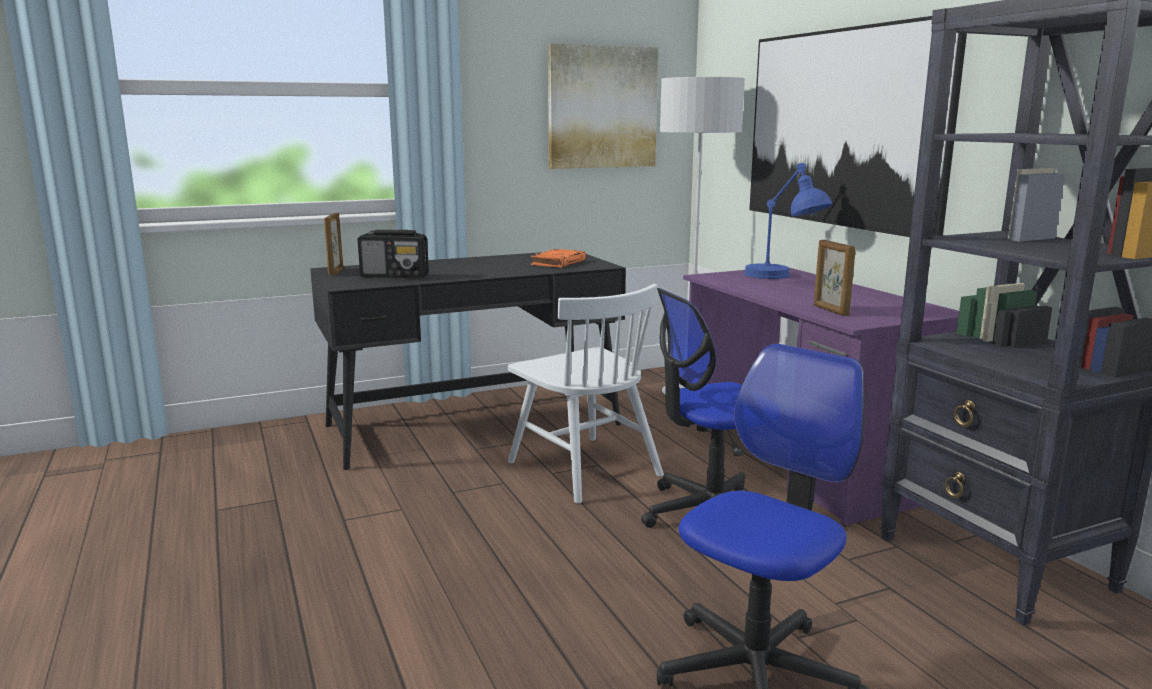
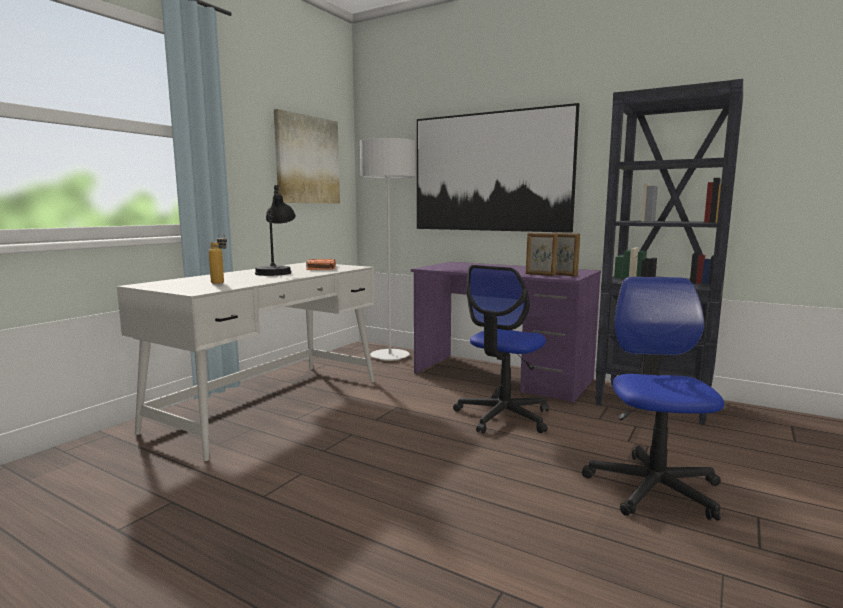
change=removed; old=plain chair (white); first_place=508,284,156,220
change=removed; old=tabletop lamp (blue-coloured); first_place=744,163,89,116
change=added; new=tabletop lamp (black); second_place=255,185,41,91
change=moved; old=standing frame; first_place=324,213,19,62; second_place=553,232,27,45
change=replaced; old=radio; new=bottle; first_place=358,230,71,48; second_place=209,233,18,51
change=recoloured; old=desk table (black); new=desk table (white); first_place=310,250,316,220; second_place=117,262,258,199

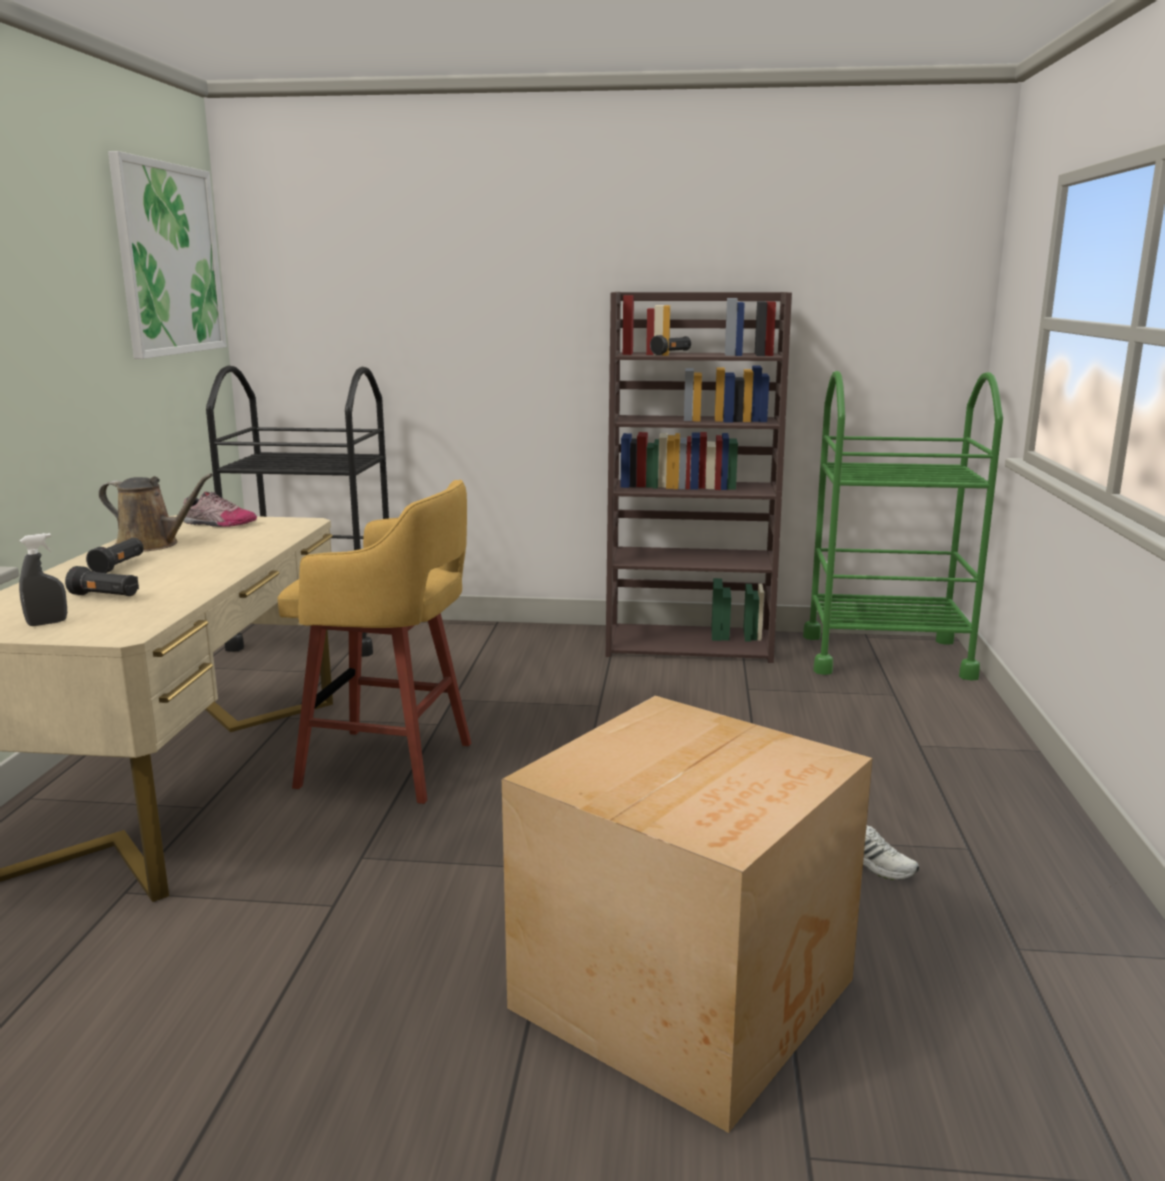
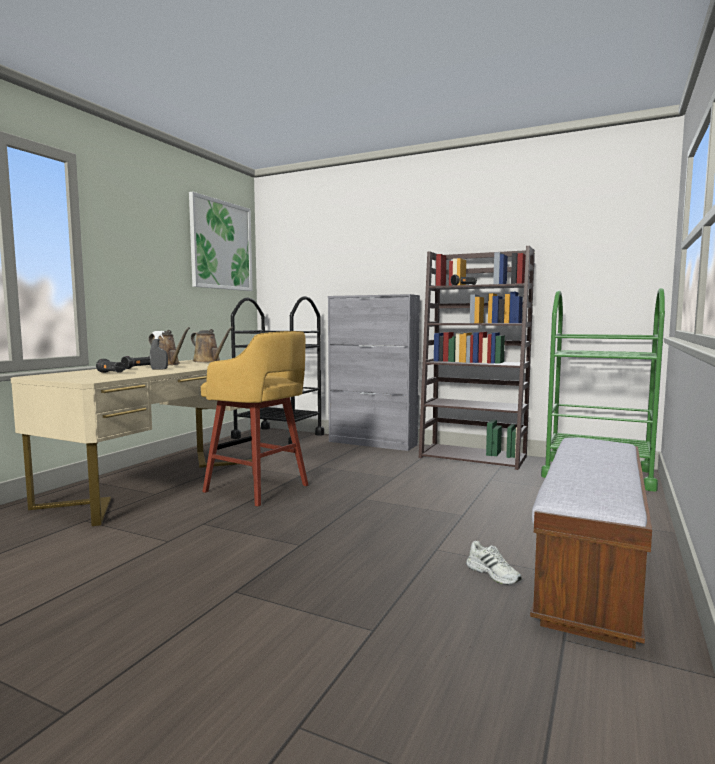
change=removed; old=carton; first_place=502,696,371,437
change=added; new=cabinet (greyish); second_place=328,294,92,157
change=added; new=long seat; second_place=530,437,122,212
change=moved; old=spray bottle (greyish); first_place=19,533,48,93; second_place=150,331,18,39
change=replaced; old=low shoe; new=watering pot (brownish); first_place=183,491,74,36; second_place=191,327,42,36

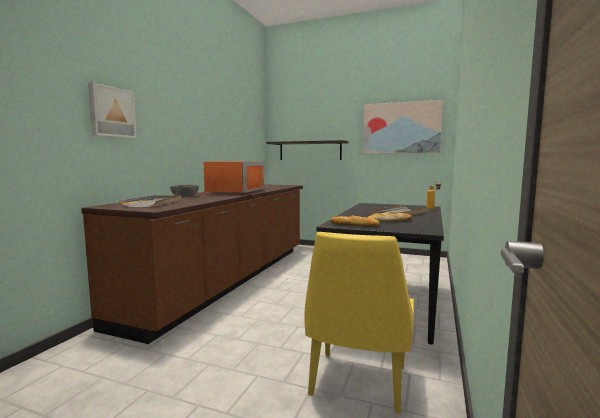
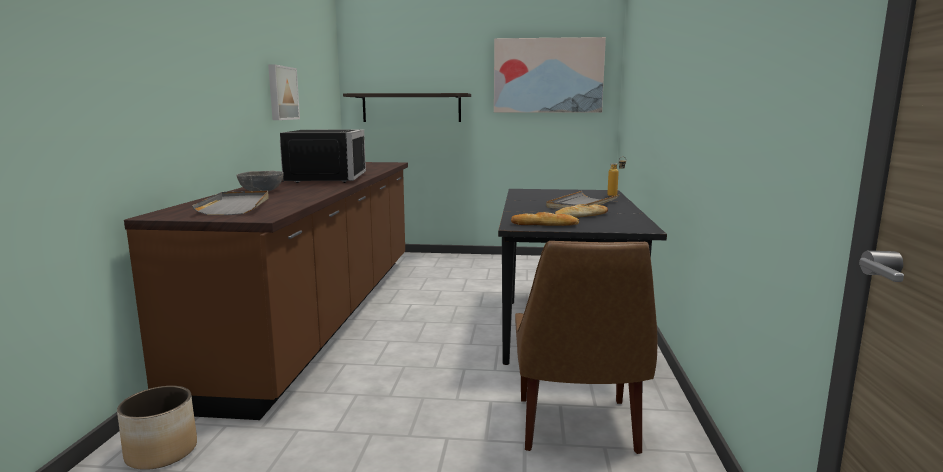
change=added; new=plant pot; second_place=117,386,80,84
change=moved; old=picture; first_place=88,82,49,56; second_place=268,64,32,56
change=recoloured; old=kitchen microwave (orange-coloured); new=kitchen microwave (black); first_place=200,161,64,33; second_place=280,130,86,53
change=recoloured; old=plain chair (yellow); new=plain chair (brownish); first_place=304,232,110,182; second_place=515,241,142,213

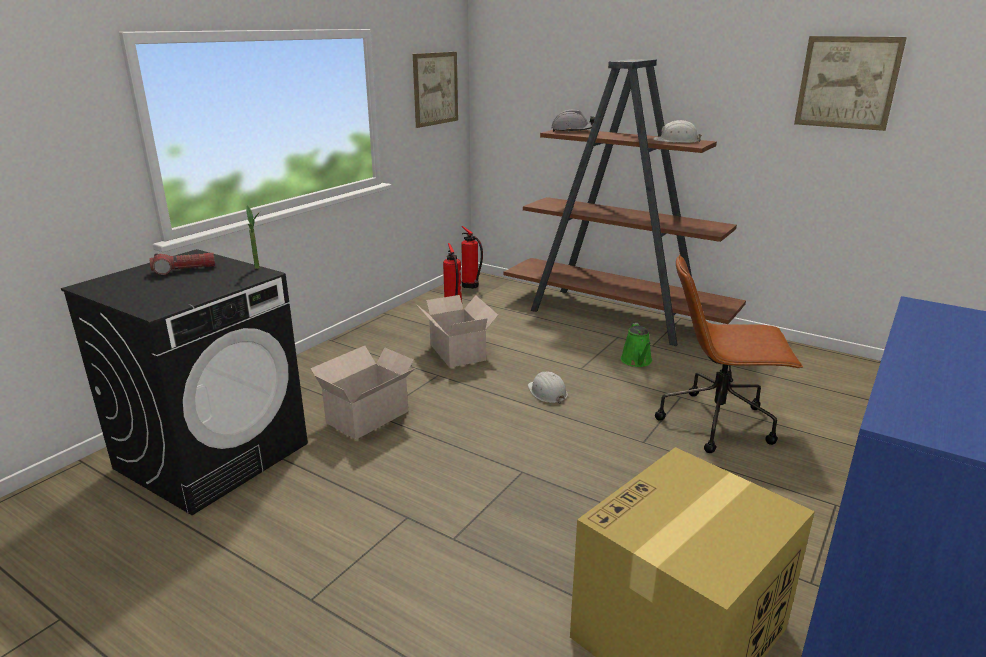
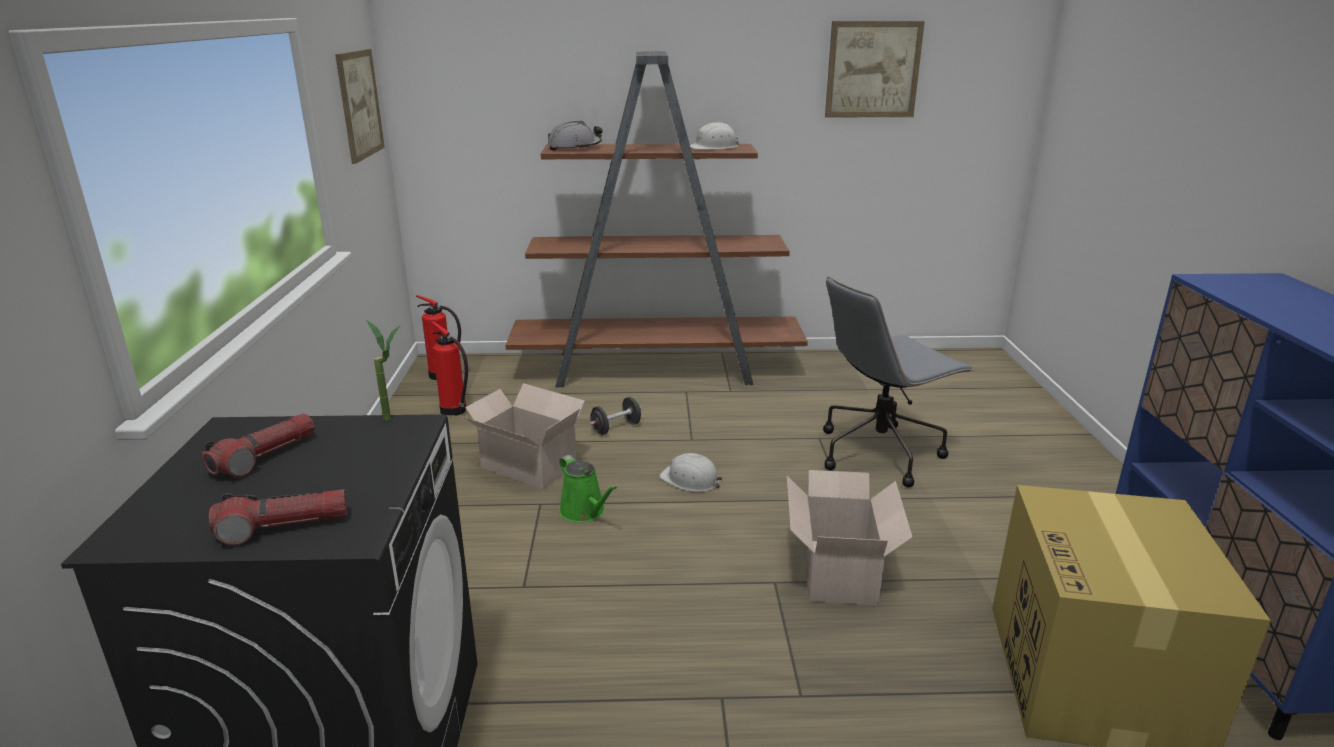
change=added; new=flashlight; second_place=209,489,138,56
change=added; new=free weight (black); second_place=589,397,53,38
change=moved; old=carton; first_place=310,346,106,94; second_place=787,470,126,135
change=moved; old=watering pot (greenish); first_place=621,323,31,44; second_place=559,455,58,68
change=recoloured; old=office chair (brownish); new=office chair (greyish); first_place=655,255,148,198; second_place=823,277,151,211

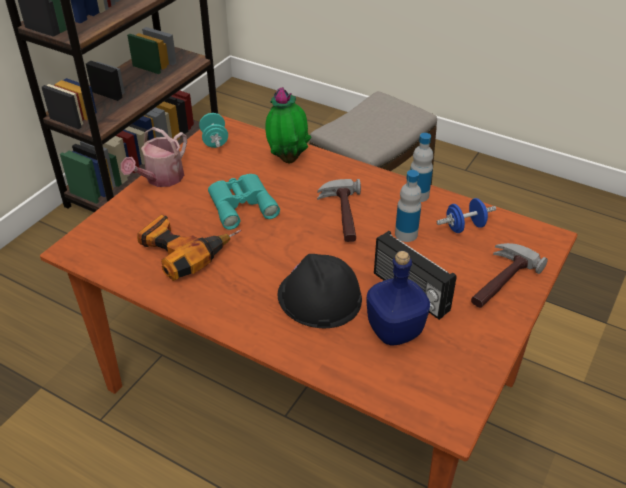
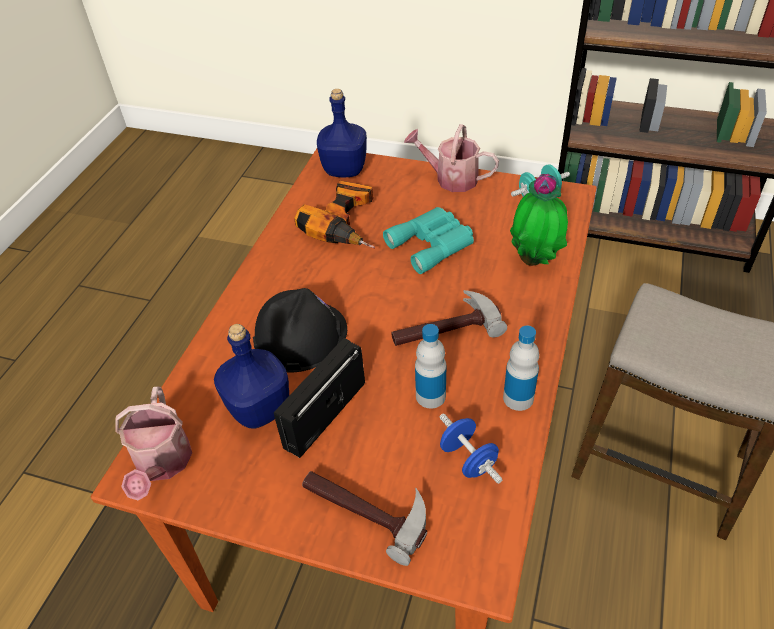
change=added; new=watering pot; second_place=115,387,77,113
change=added; new=bottle (blue-coloured); second_place=317,89,50,88

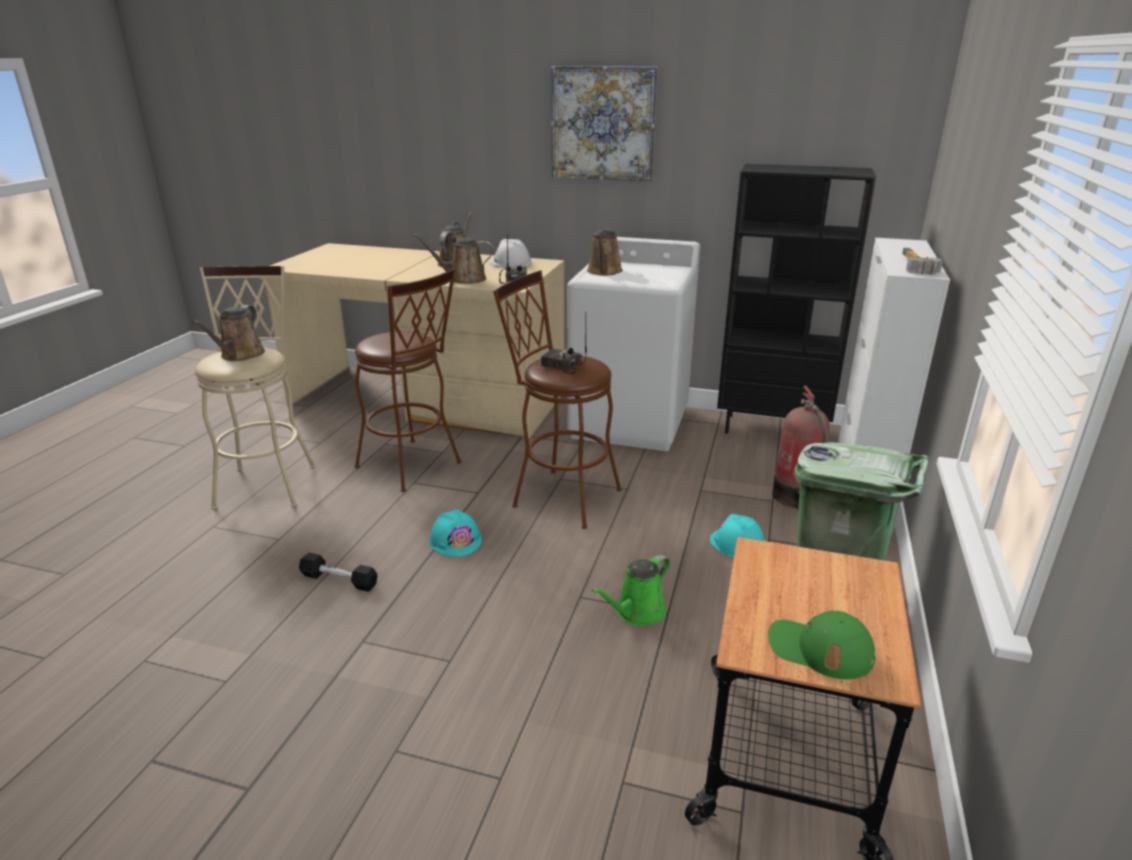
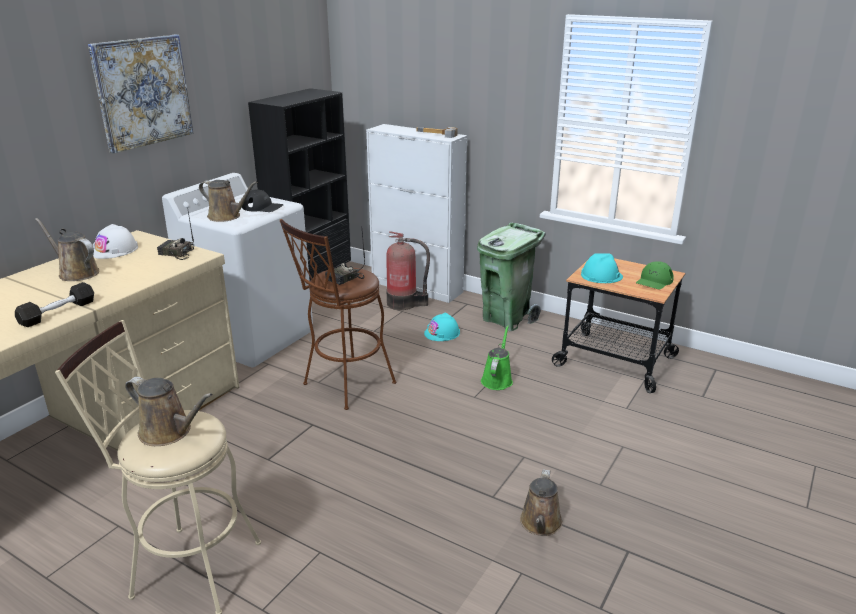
change=removed; old=stool (brownish); first_place=355,268,106,224
change=added; new=cap (black); second_place=242,190,42,22
change=moved; old=free weight (black); first_place=299,553,78,39; second_place=15,282,79,45
change=moved; old=watering pot (brownish); first_place=413,233,81,51; second_place=520,469,43,67
change=moved; old=safety helmet (turquoise); first_place=429,509,53,48; second_place=581,253,42,30
change=turned; old=watering pot (greenish); first_place=592,555,78,71; second_place=481,325,32,65; degrees=-135

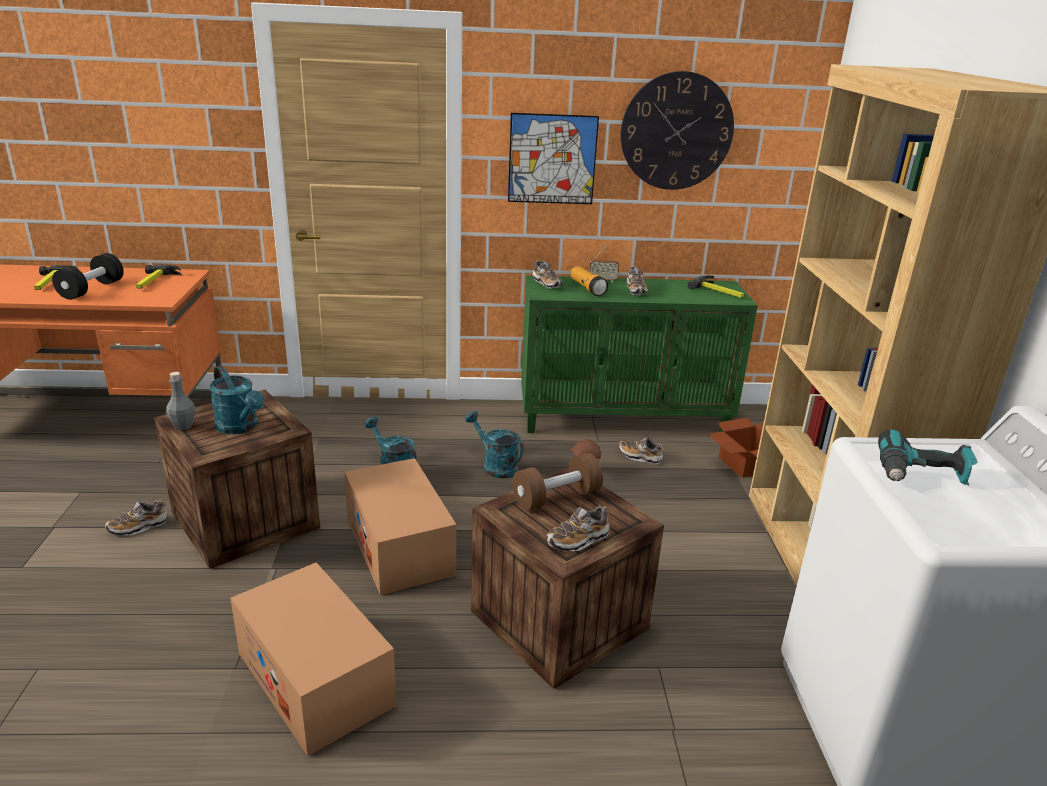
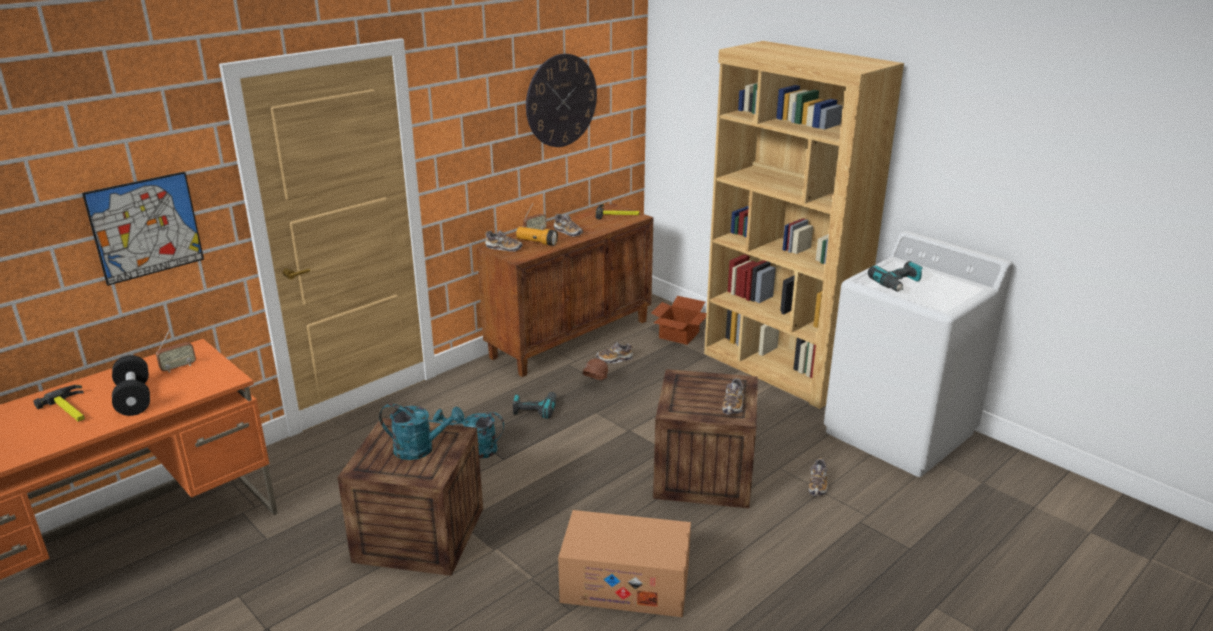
change=removed; old=bottle (greyish); first_place=166,372,29,58
change=removed; old=carton; first_place=344,458,112,137
change=removed; old=free weight (brownish); first_place=513,453,90,57
change=moved; old=low shoe; first_place=105,500,62,36; second_place=809,458,19,38
change=moved; old=picture; first_place=508,113,91,91; second_place=82,172,122,114
change=replaced; old=hammer; new=radio; first_place=136,264,46,25; second_place=156,330,40,42
change=replaced; old=watering pot (turquoise); new=drill; first_place=465,411,59,67; second_place=513,392,44,27
change=recoloured; old=cabinet (greenish); new=cabinet (brownish); first_place=521,276,237,157; second_place=477,203,176,174

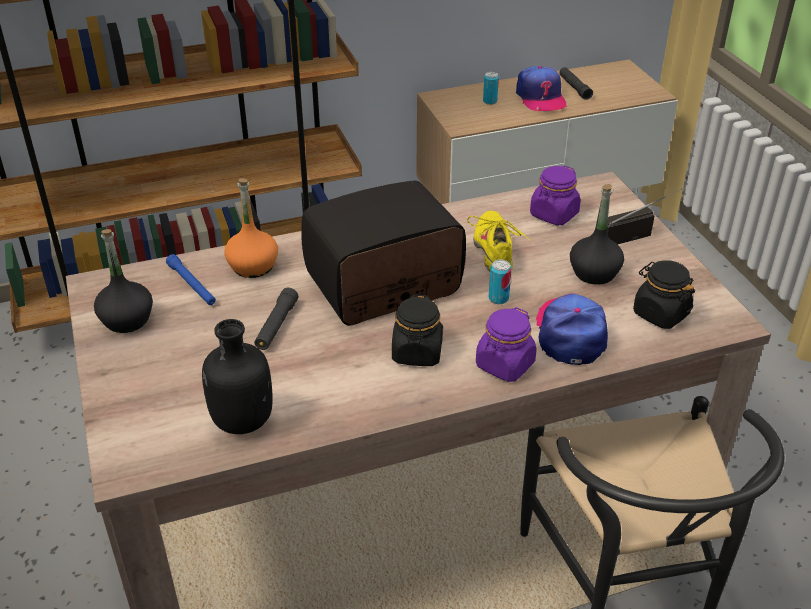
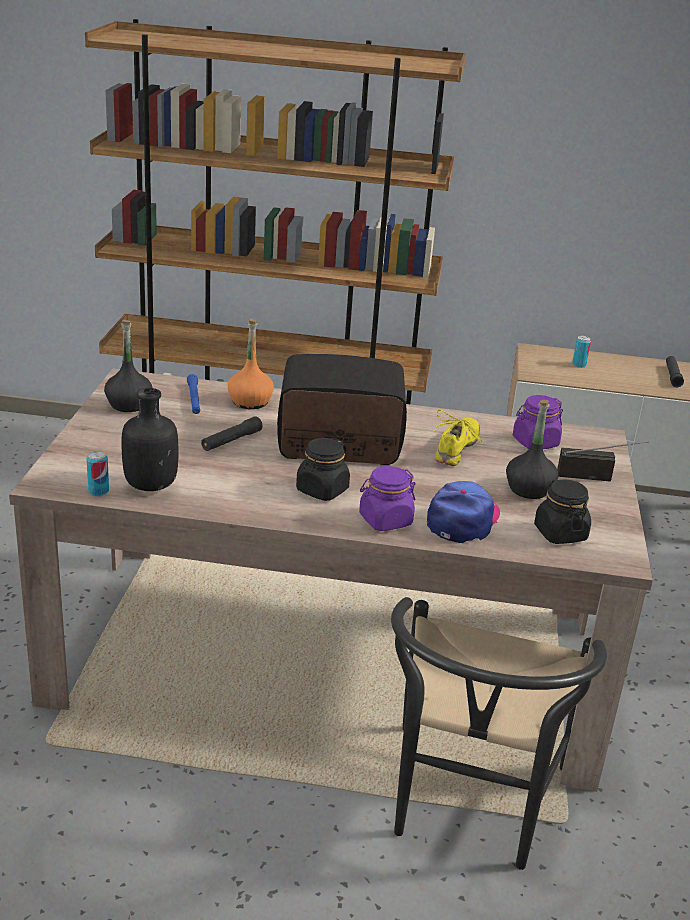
change=removed; old=cap; first_place=516,66,51,45
change=moved; old=can; first_place=489,260,23,44; second_place=86,451,23,45

